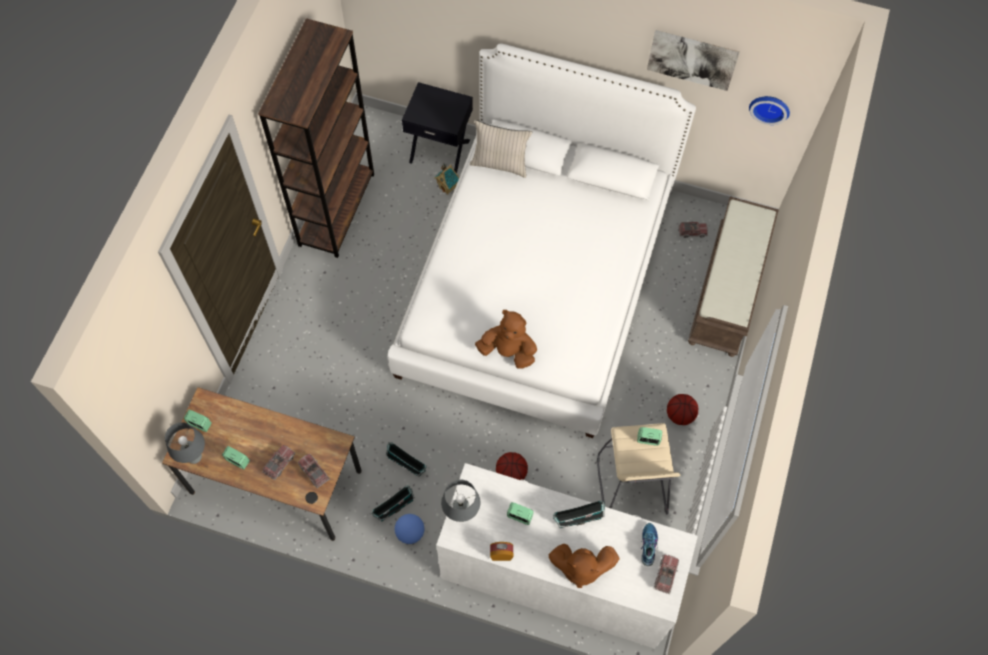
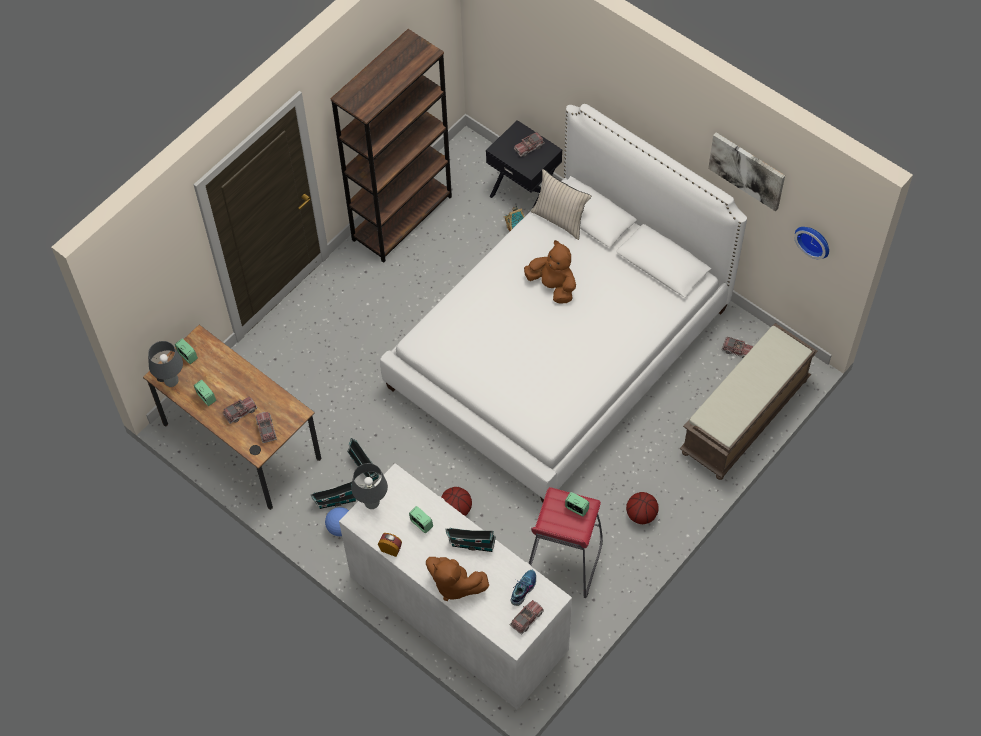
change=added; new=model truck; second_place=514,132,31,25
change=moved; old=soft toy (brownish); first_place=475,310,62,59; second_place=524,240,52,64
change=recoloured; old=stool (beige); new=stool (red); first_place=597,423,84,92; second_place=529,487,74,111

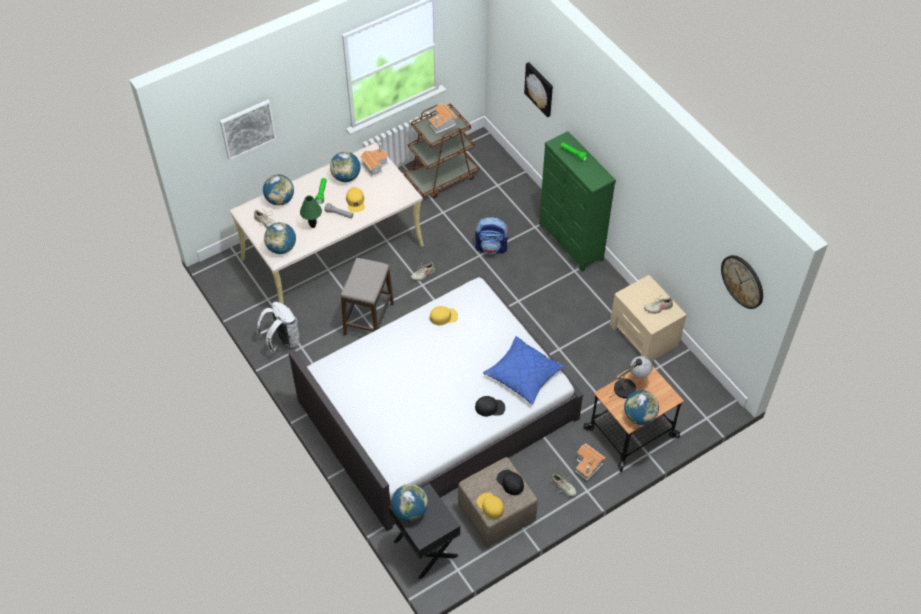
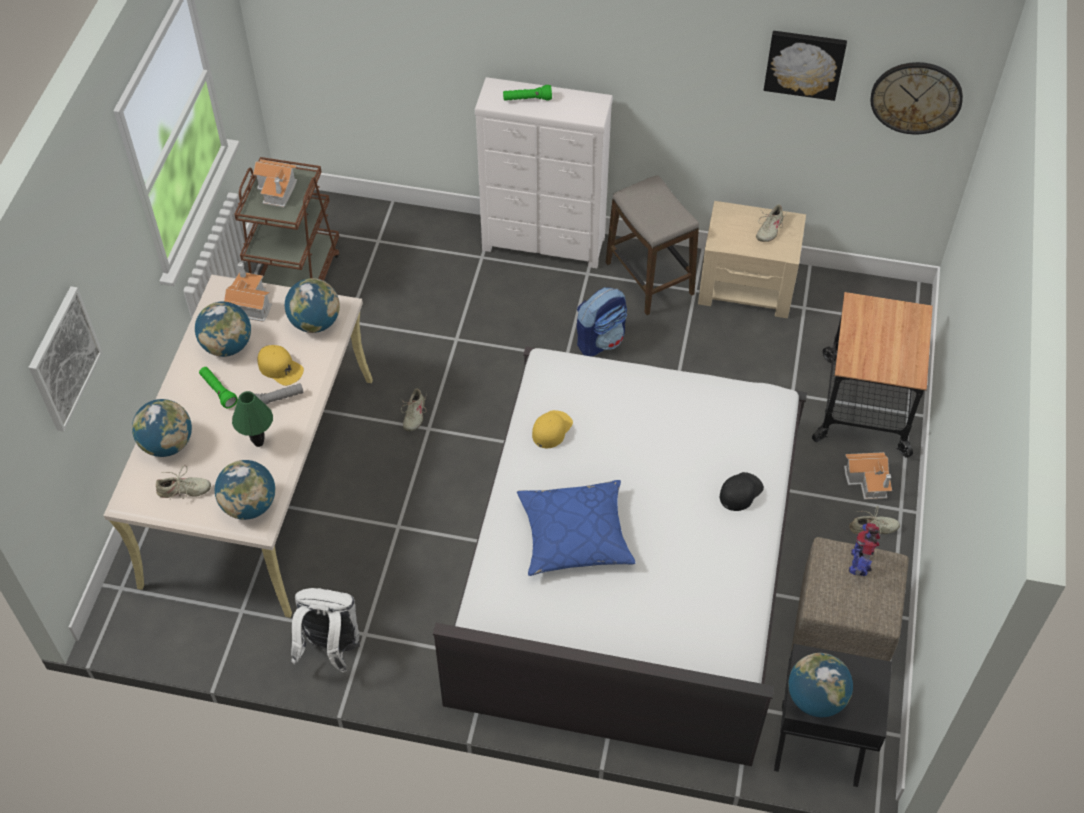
change=removed; old=cap (yellow); first_place=476,493,28,26
change=removed; old=tabletop lamp; first_place=609,356,44,43
change=moved; old=stool; first_place=341,258,53,78; second_place=606,175,93,140
change=moved; old=rucksack; first_place=475,217,34,37; second_place=577,287,50,70
change=moved; old=cushion (blue-coloured); first_place=483,336,82,69; second_place=517,480,118,96
change=moved; old=picture; first_place=524,62,29,55; second_place=764,31,83,70
change=moved; old=globe; first_place=624,390,35,35; second_place=285,278,55,55
change=replaced; old=cap (black); new=model robot; first_place=496,470,28,25; second_place=849,523,31,53
change=recoloured; old=drawer chest (greenish); new=drawer chest (white); first_place=539,131,77,141; second_place=475,77,138,191

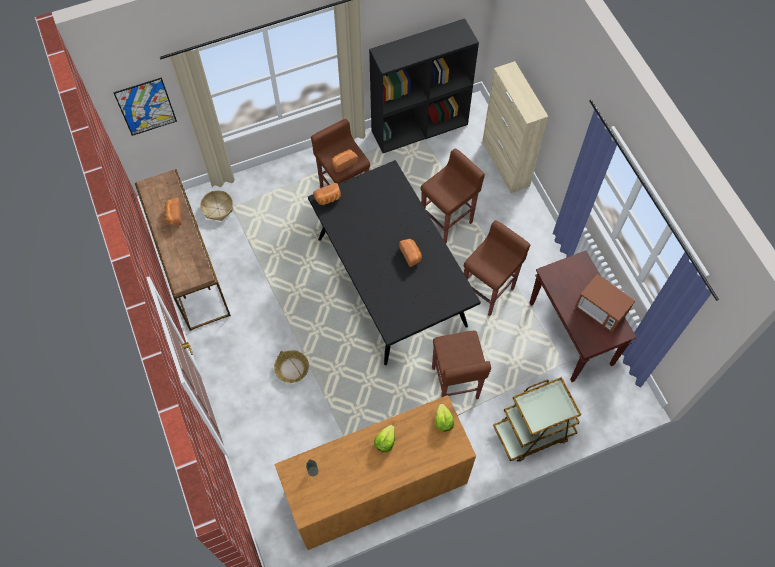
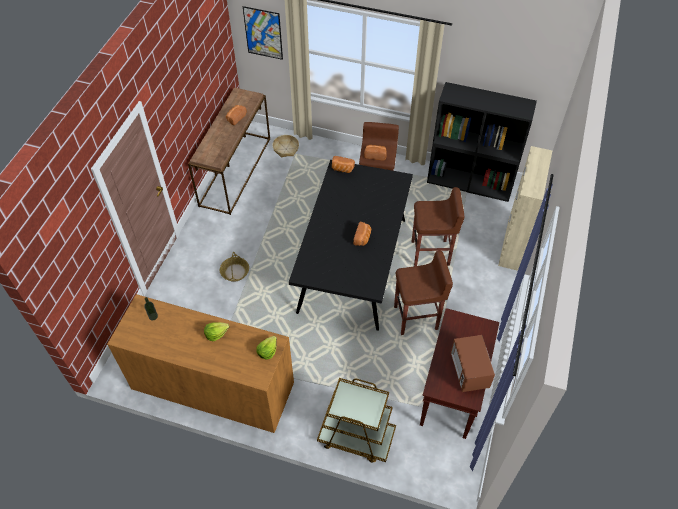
change=removed; old=stool (brownish); first_place=432,331,59,68

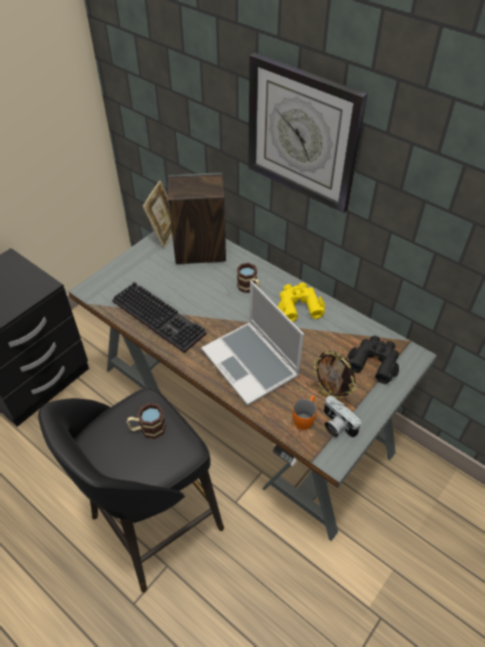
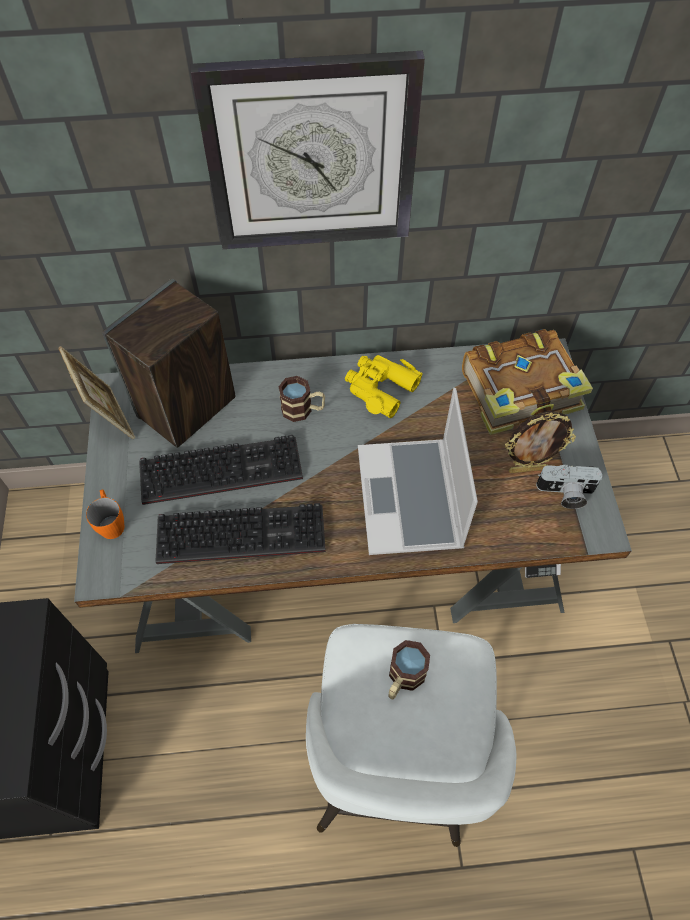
change=added; new=PC keyboard; second_place=139,435,164,70
change=moved; old=mug (orange-coloured); first_place=293,395,24,35; second_place=86,489,39,50
change=replaced; old=pair of binoculars (black); new=bound book; first_place=347,336,52,48; second_place=462,329,131,106
change=recoloured; old=stool (black); new=stool (white); first_place=38,387,186,205; second_place=306,624,211,223
change=turned; old=laptop; first_place=201,281,103,125; second_place=358,388,120,167; degrees=75

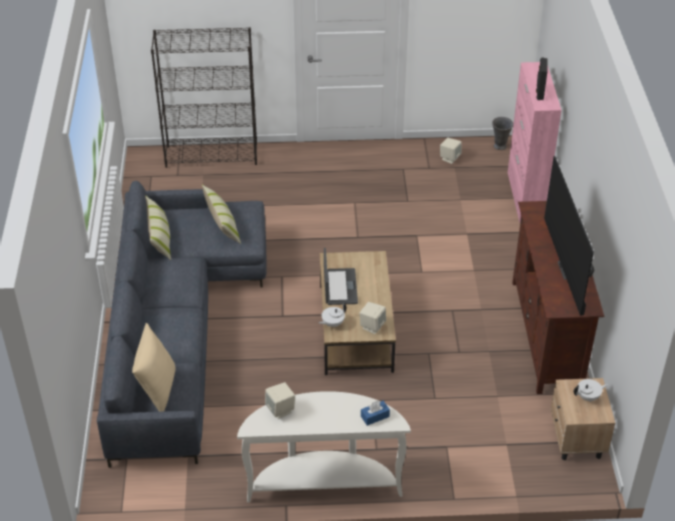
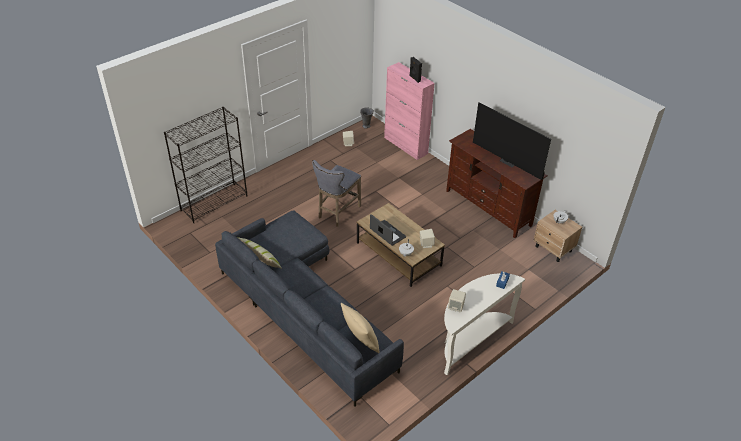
change=removed; old=cushion; first_place=202,185,39,59
change=added; new=stool (greyish); second_place=312,160,49,67

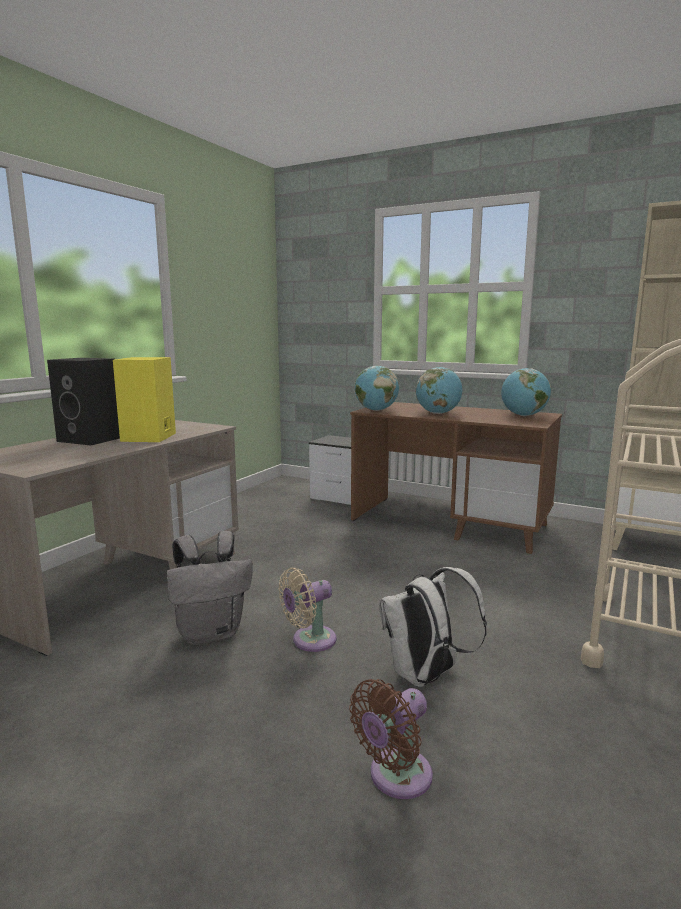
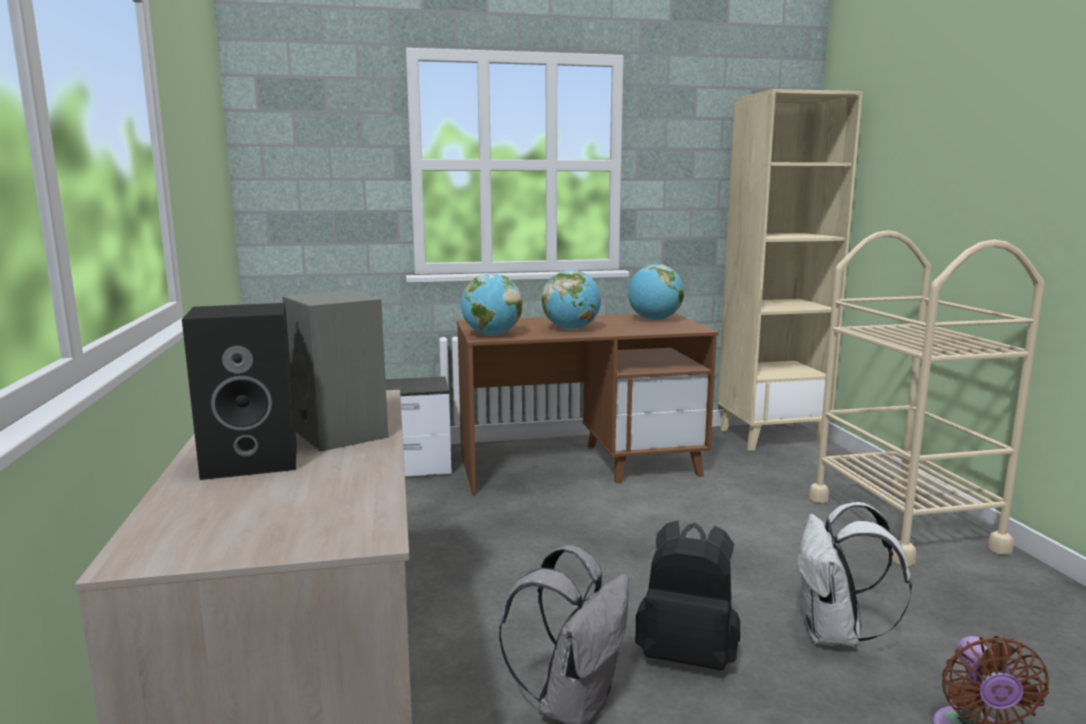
change=replaced; old=cooling fan (beige); new=rucksack (black); first_place=278,568,58,84; second_place=635,521,105,150
change=recoloured; old=audio speaker (yellow); new=audio speaker (greyish); first_place=113,357,63,85; second_place=282,290,106,162

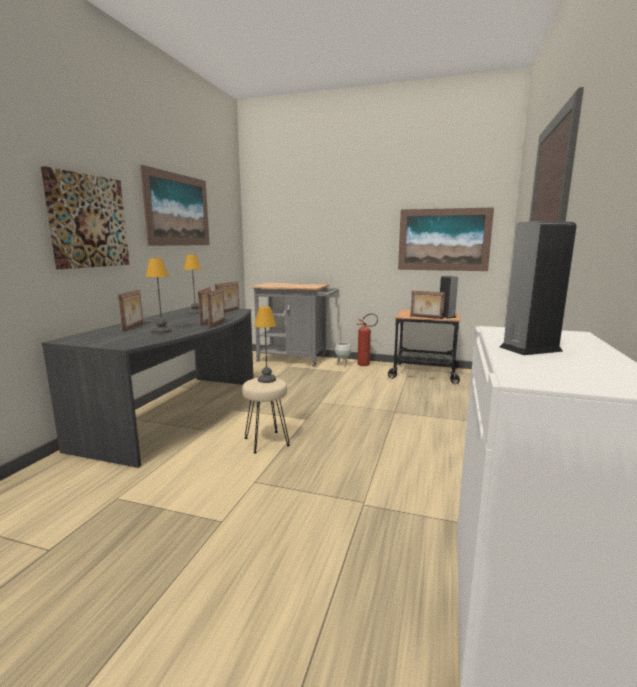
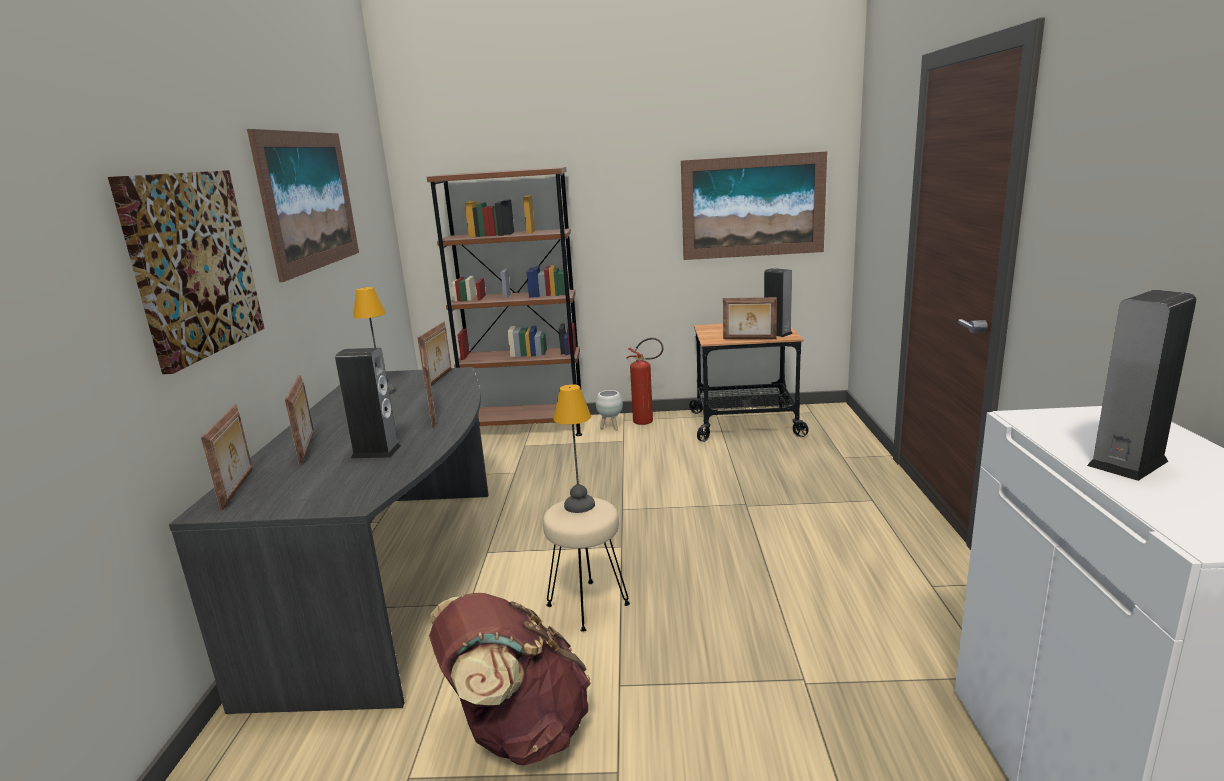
change=added; new=rucksack (brownish); second_place=429,593,162,173
change=moved; old=standing frame; first_place=207,288,18,40; second_place=201,404,51,107
change=replaced; old=tabletop lamp; new=audio speaker; first_place=146,258,26,75; second_place=335,348,66,110
change=replaced; old=trolley (greyish); new=bookshelf (brownish); first_place=250,283,89,84; second_place=427,167,155,269

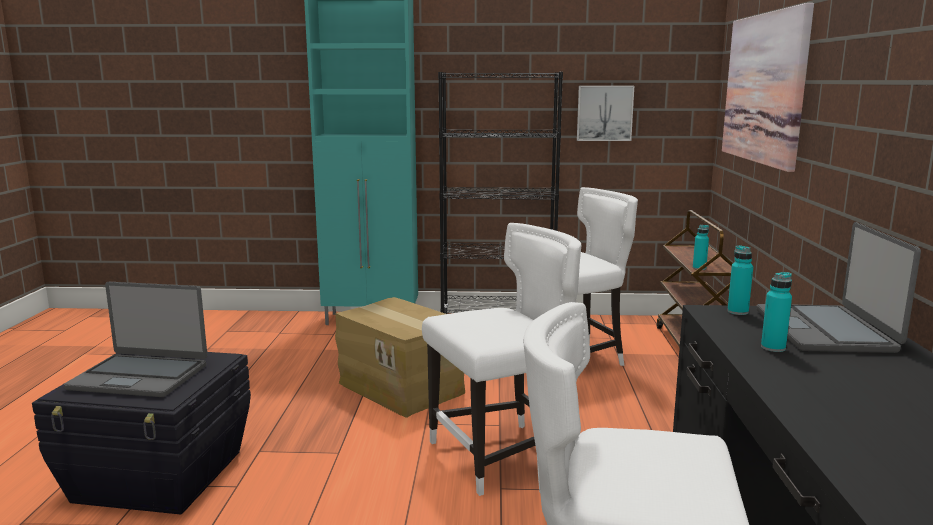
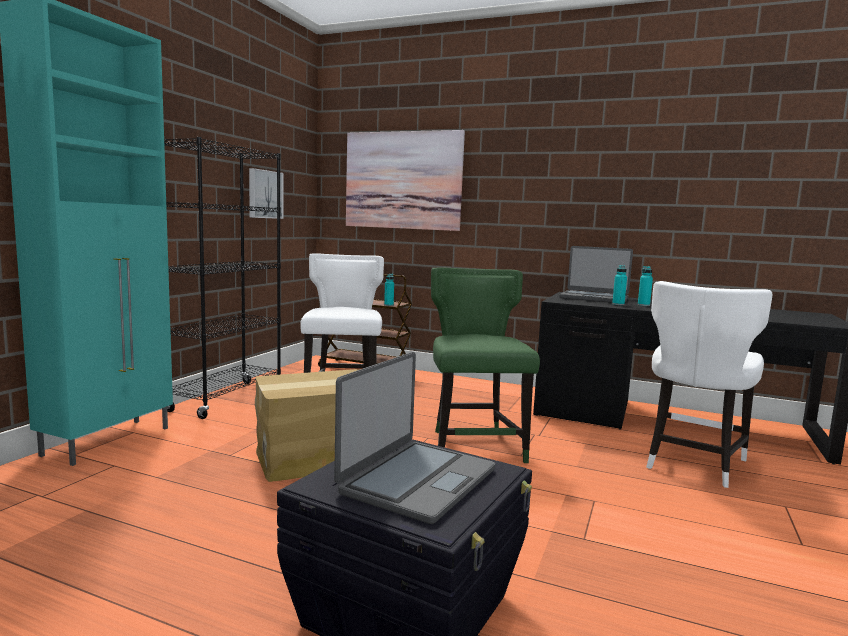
change=moved; old=bottle (turquoise); first_place=727,245,26,70; second_place=638,266,15,40
change=recoloured; old=plain chair (white); new=plain chair (greenish); first_place=422,223,160,273; second_place=431,267,109,196

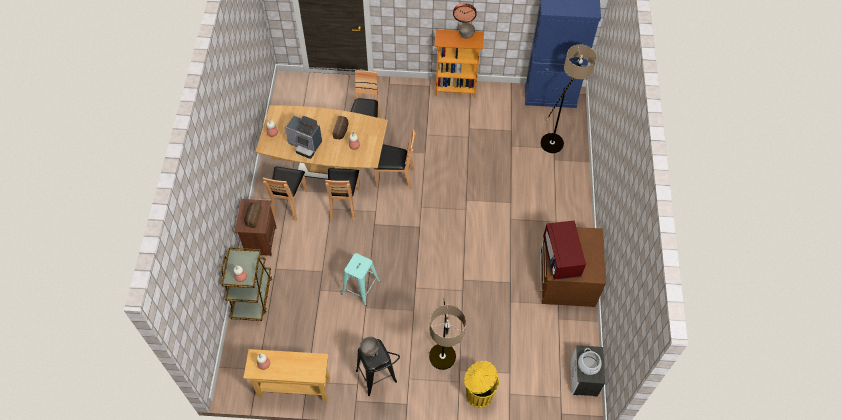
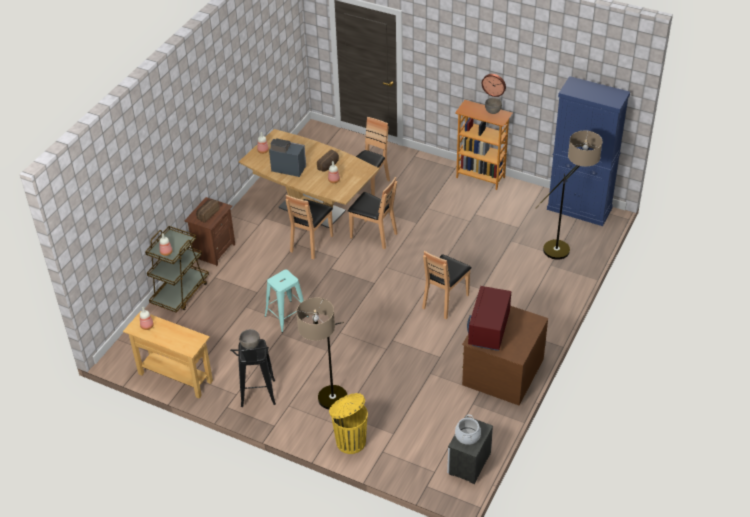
change=moved; old=plain chair (brownish); first_place=263,167,44,54; second_place=422,251,50,68
change=turned; old=coffee machine; first_place=285,116,37,43; second_place=269,138,37,39; degrees=150

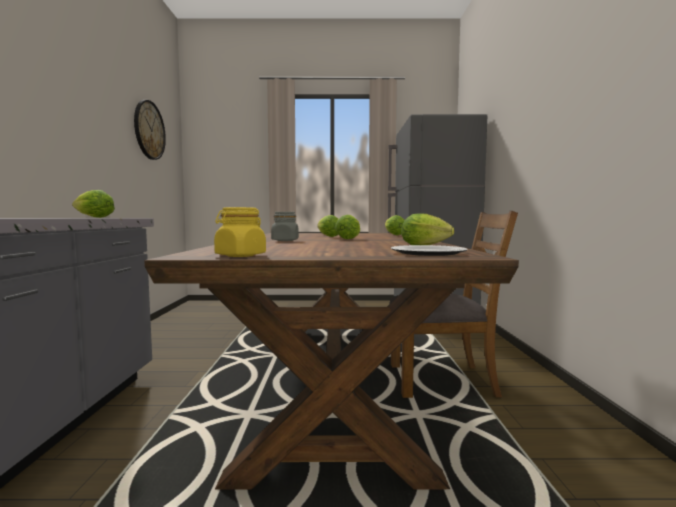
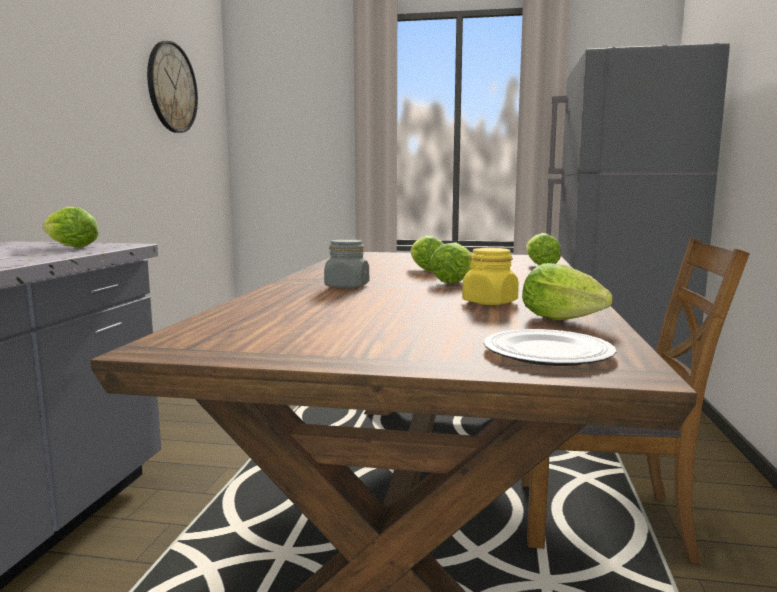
change=moved; old=jar (yellow); first_place=214,207,52,50; second_place=462,248,57,57

